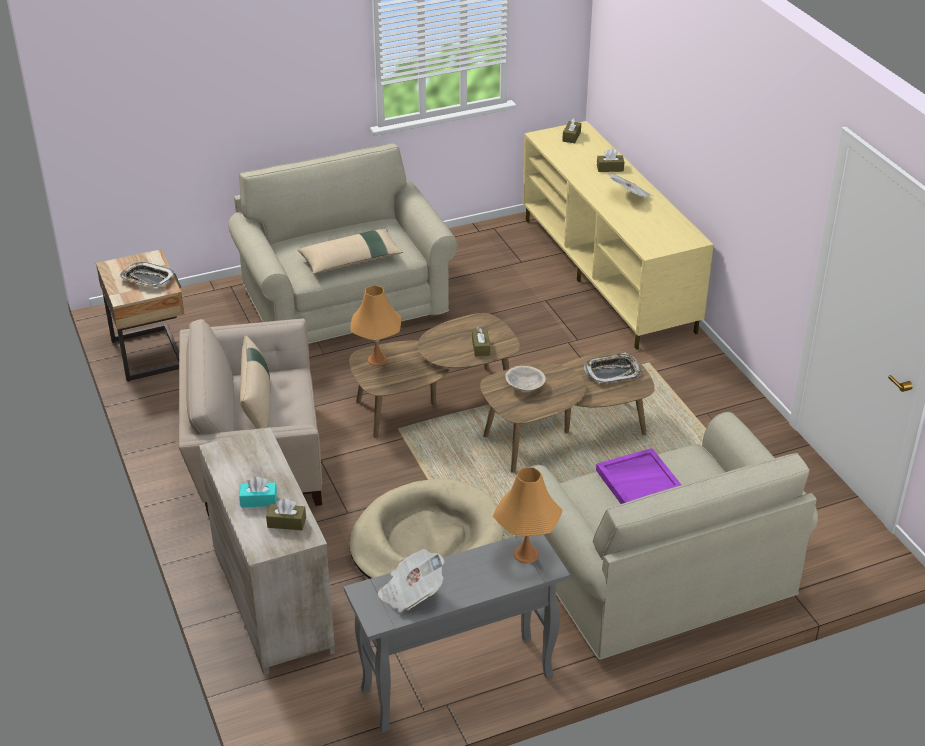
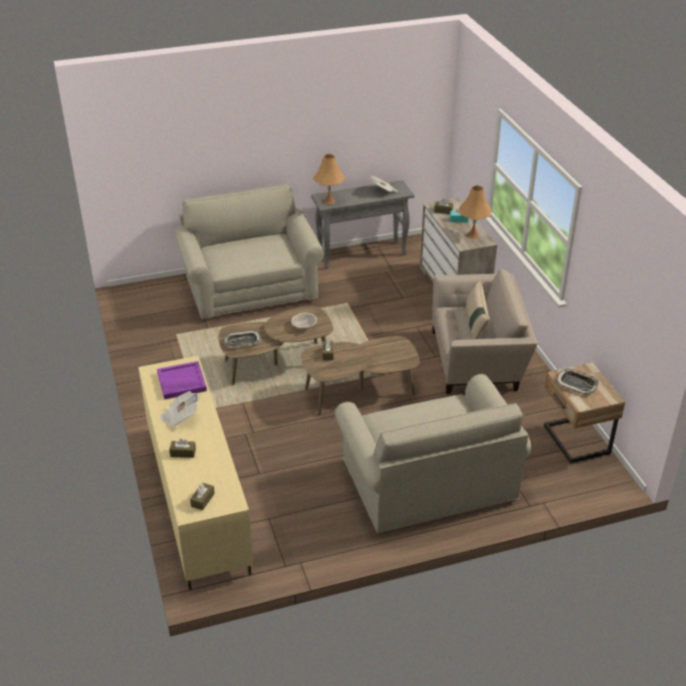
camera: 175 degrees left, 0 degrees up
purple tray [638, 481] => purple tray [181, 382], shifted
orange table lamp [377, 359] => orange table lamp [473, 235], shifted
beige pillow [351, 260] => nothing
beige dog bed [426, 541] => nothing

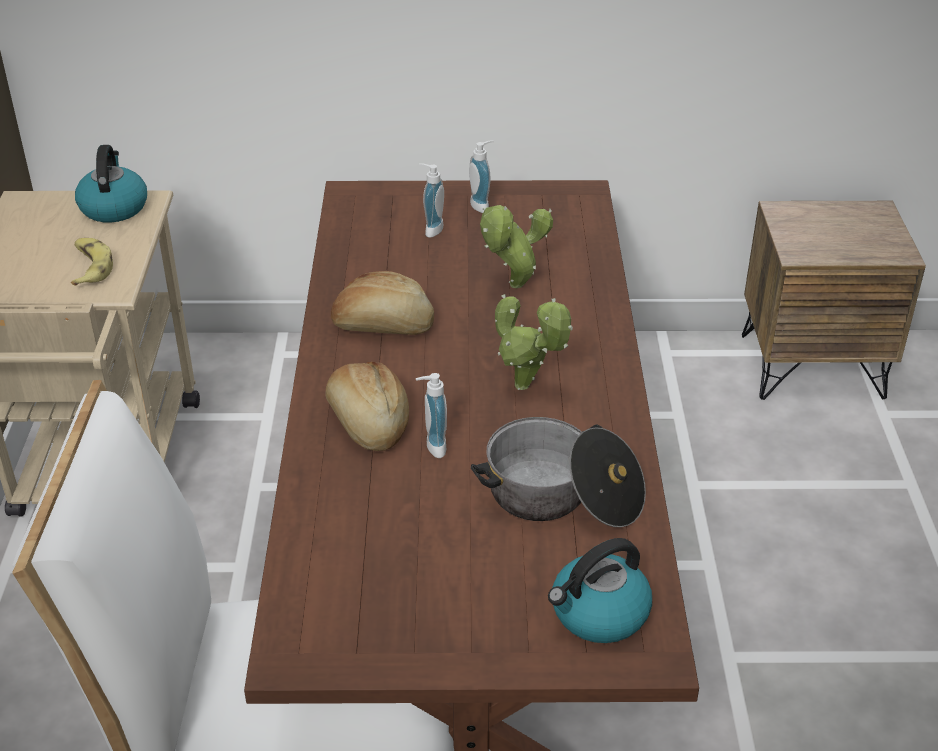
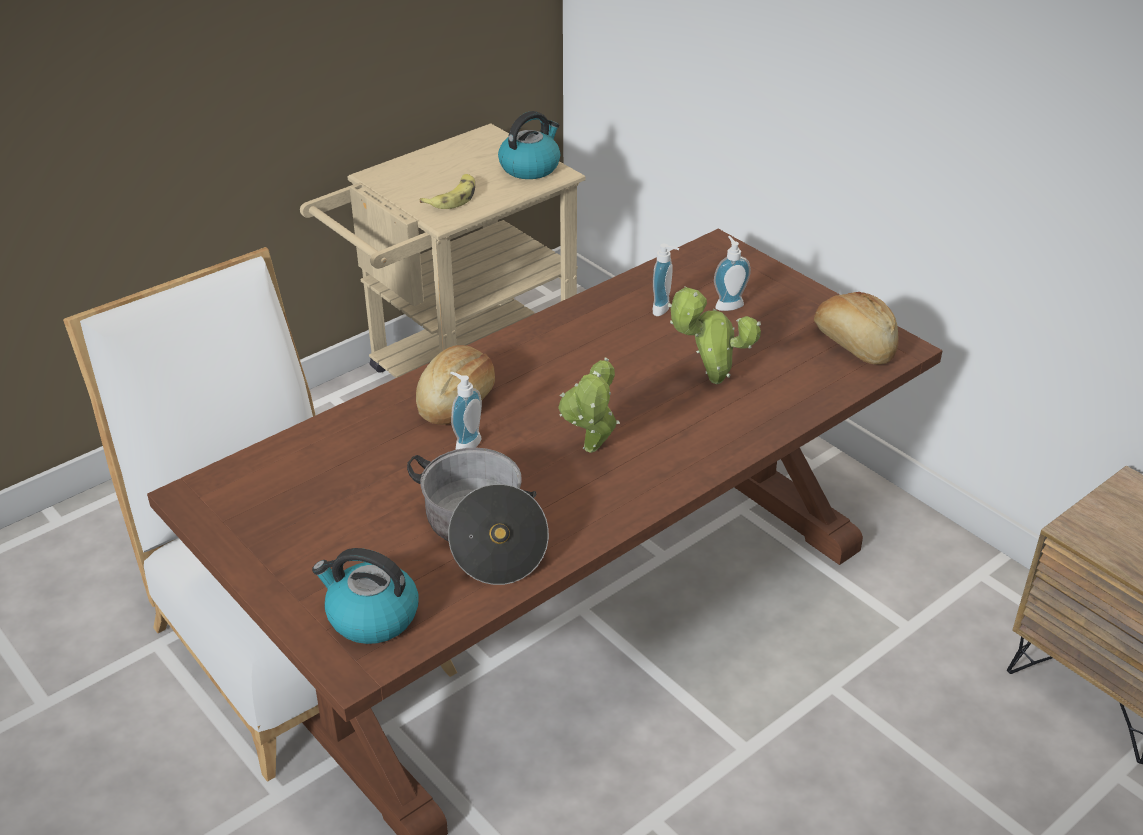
camera: 50 degrees right, 0 degrees up
soap dispenser [482, 206] => soap dispenser [664, 309], shifted
bread [383, 326] => bread [854, 345], shifted

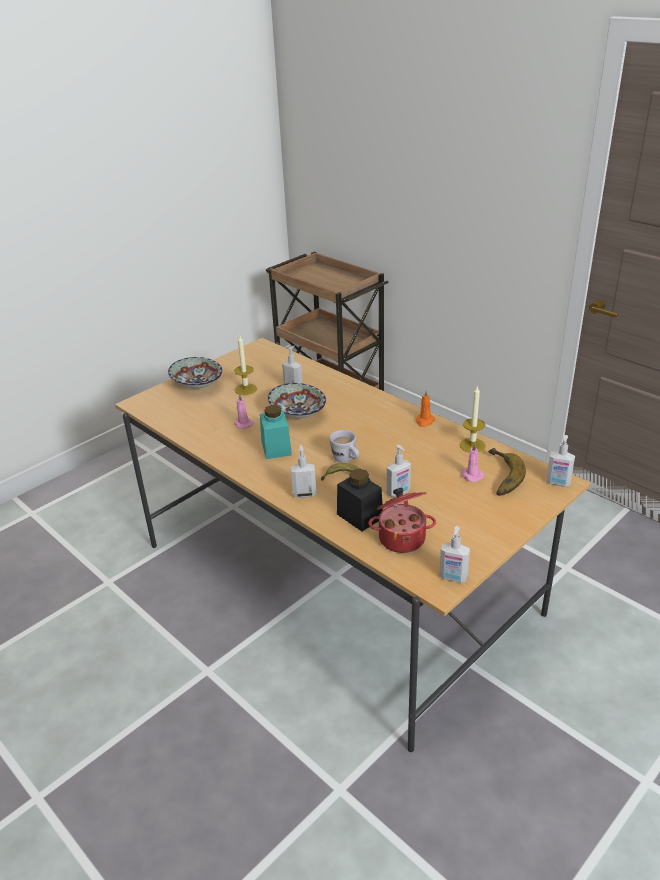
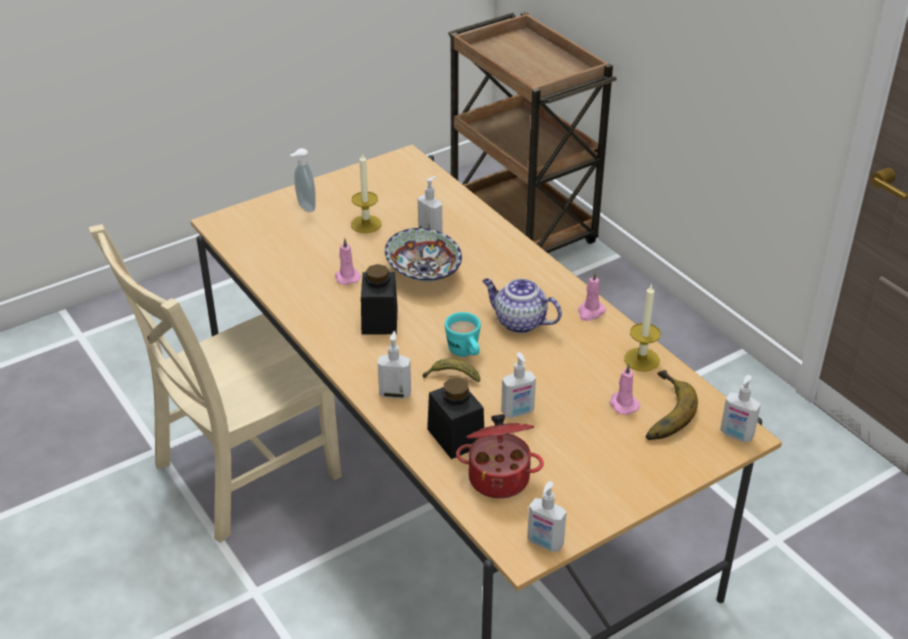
camera: 10 degrees right, 5 degrees up
nothing => beige chair [240, 474]
bowl [198, 385] => soap dispenser [304, 207]
turquoise jar [276, 448] => black jar [379, 320]
white mug [346, 460] => turquoise mug [465, 353]
nothing => teapot [519, 322]
orange candle [424, 421] => pink candle [590, 312]

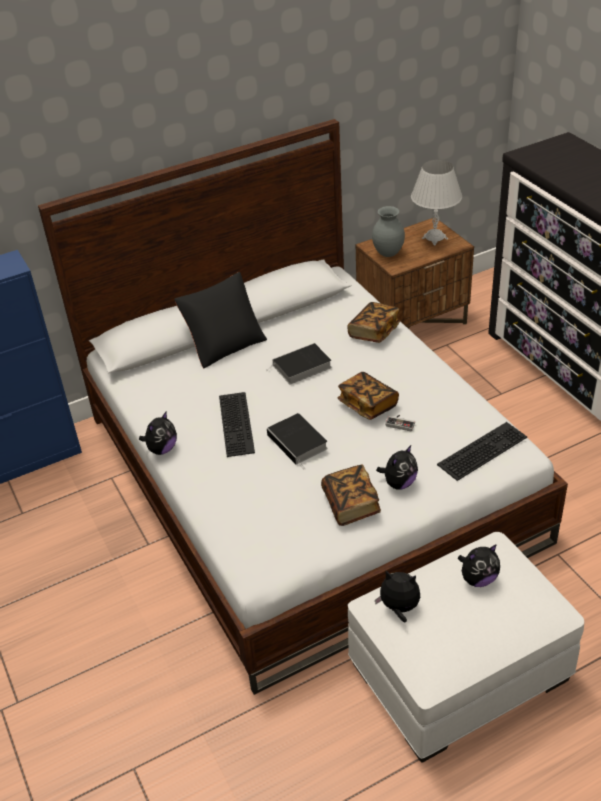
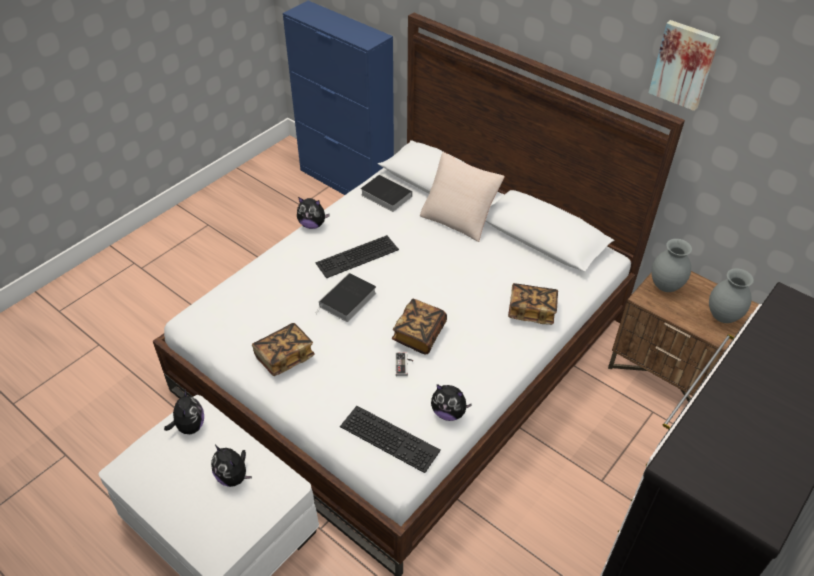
camera: 65 degrees right, 5 degrees up
book [301, 367] => book [384, 195], shifted
black pillow [225, 344] => beige pillow [459, 218]
plush toy [399, 483] => plush toy [448, 413], shifted
nothing => picture [684, 64]
white table lamp [434, 238] => grey vase [722, 317]

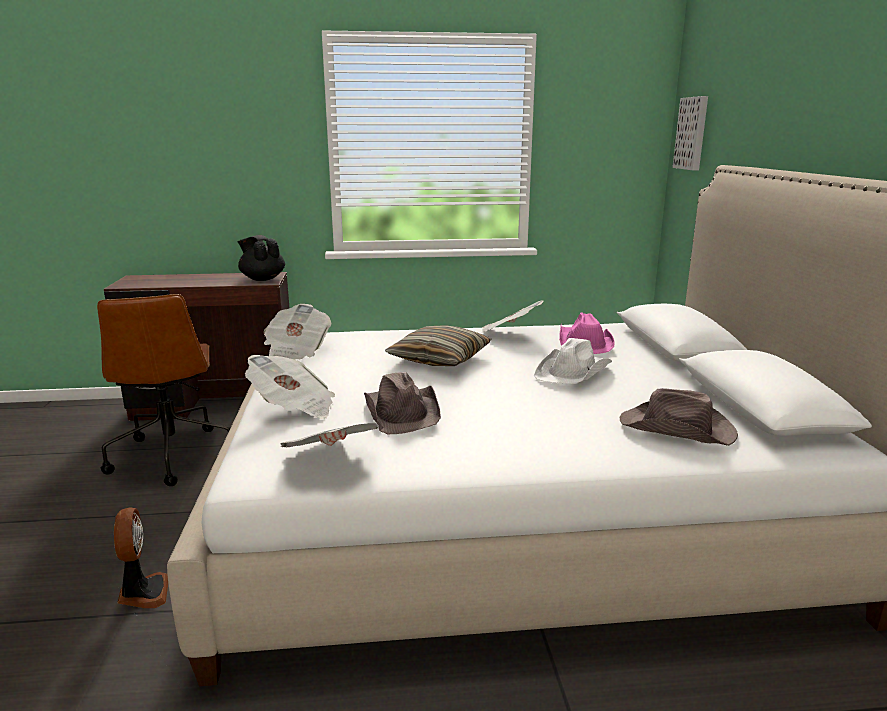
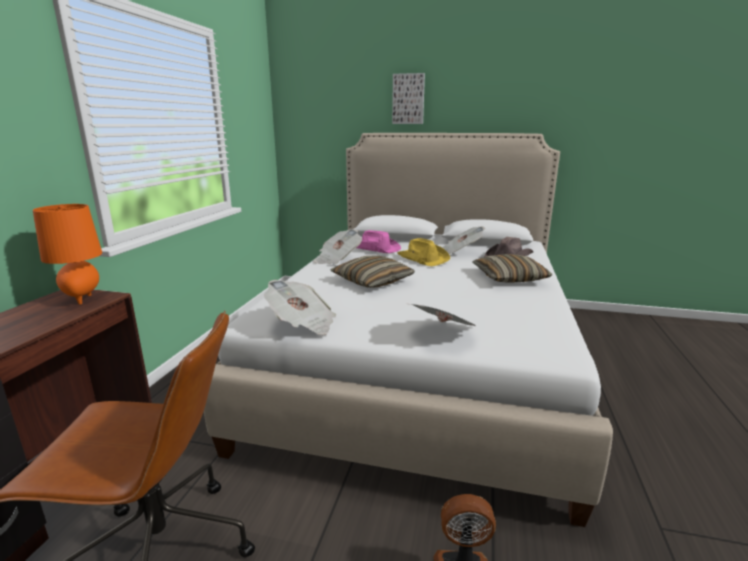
camera: 70 degrees left, 0 degrees up
black teapot [262, 279] => orange table lamp [82, 298]
picture [692, 133] => picture [408, 99], shifted
white hat [573, 372] => yellow hat [422, 258]
newspaper [330, 461] => newspaper [459, 252], shifted
nothing => pillow [509, 278]
brown hat [403, 412] => nothing

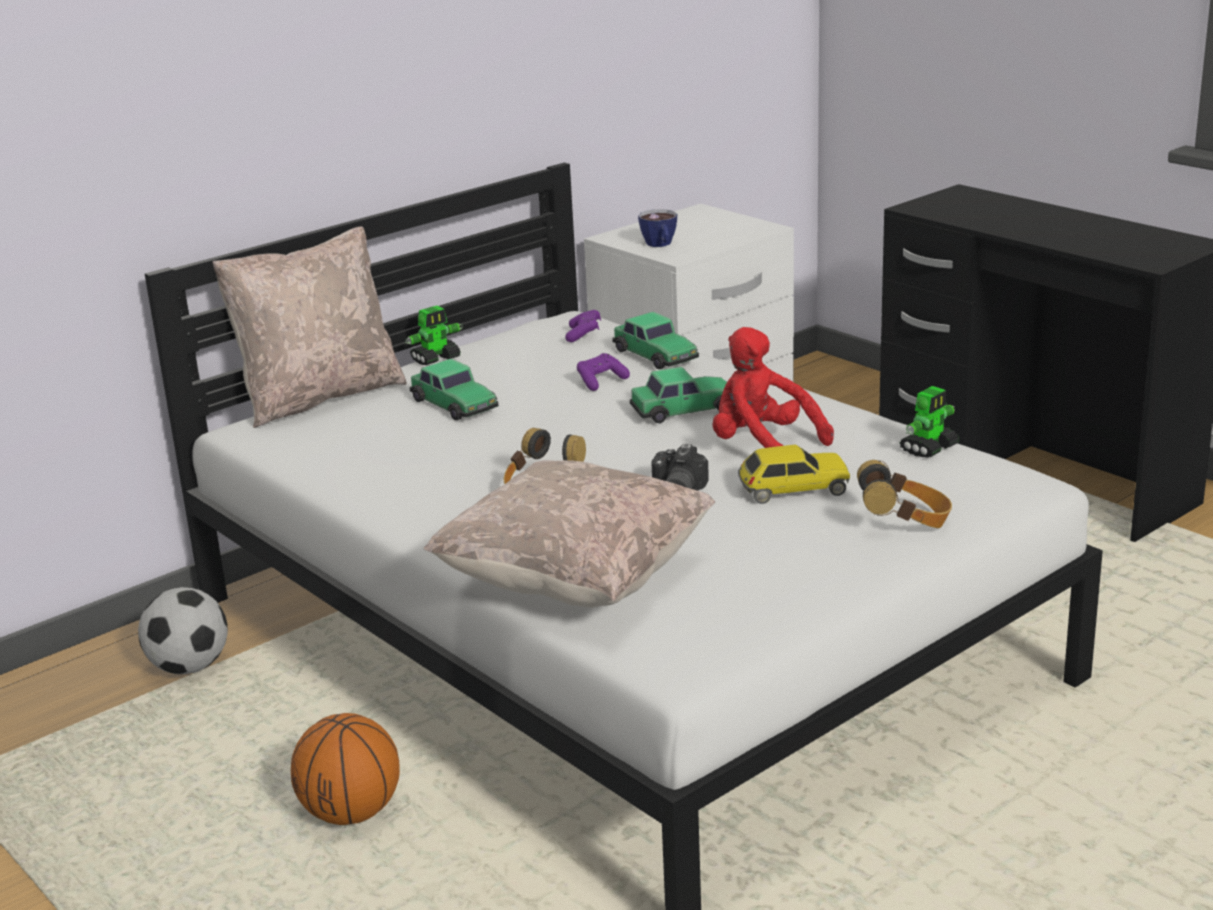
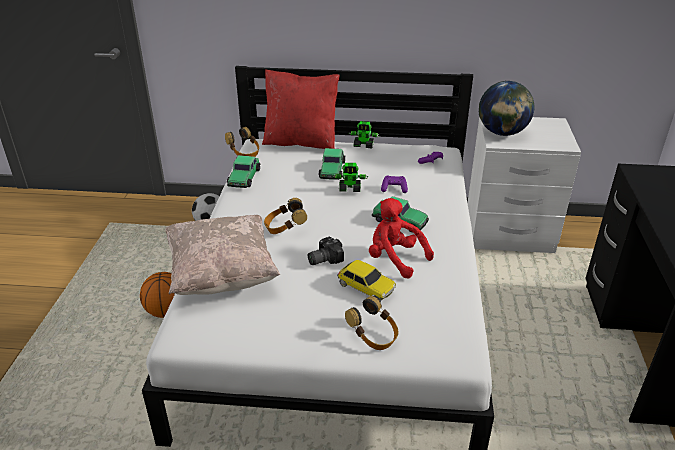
camera: 45 degrees right, 10 degrees up
nothing => headphones [244, 153]
toy car [655, 355] => toy car [244, 177], shifted
beige pillow [319, 397] => red pillow [301, 142]
toy robot [929, 448] => toy robot [350, 189], shifted
red plush toy [762, 447] => red plush toy [395, 259], 45 degrees counterclockwise
cup [660, 245] => globe [502, 133]

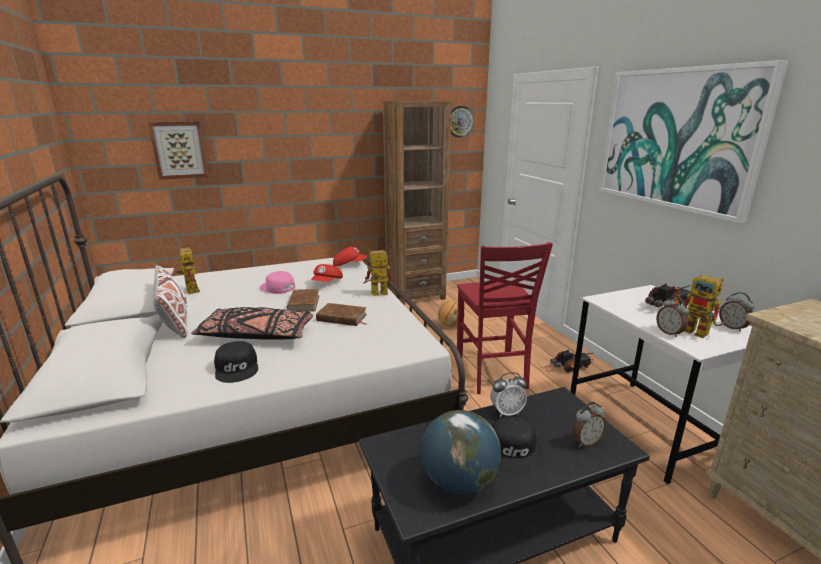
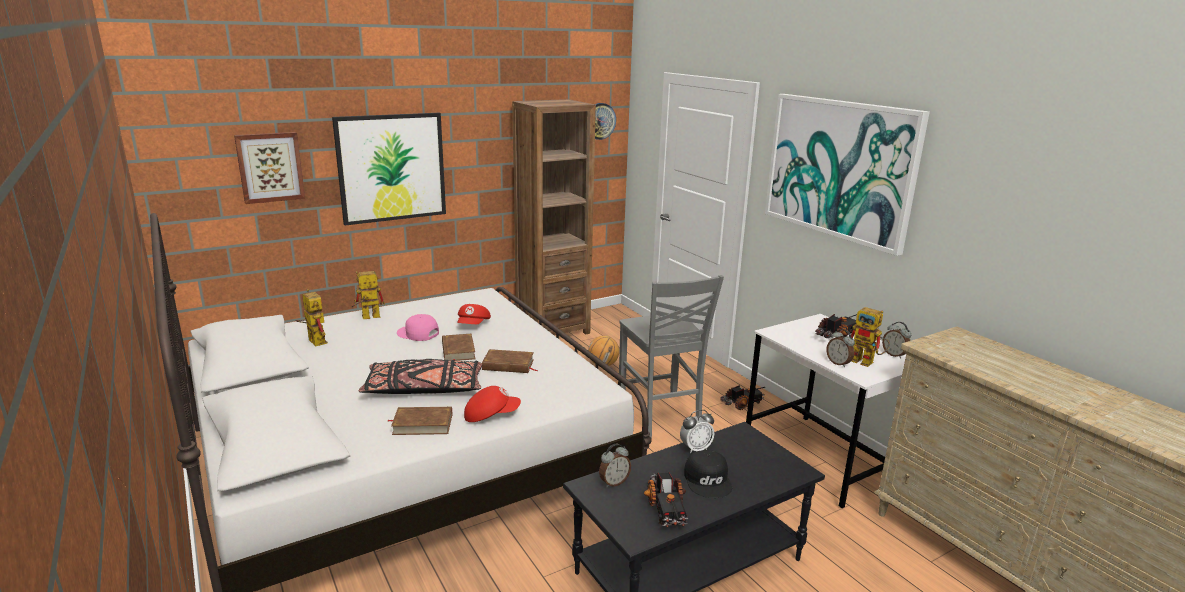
camera: 10 degrees left, 0 degrees up
nothing => picture [391, 167]
toy robot [375, 294] => toy robot [366, 317], shifted
black cap [237, 368] => brown book [422, 424]
red cap [349, 265] => red cap [491, 415], shifted
alarm clock [586, 442] => alarm clock [613, 482], shifted
red chair [492, 374] => grey chair [660, 417]
globe [459, 482] => toy truck [666, 510]
white pillow [174, 320] => nothing

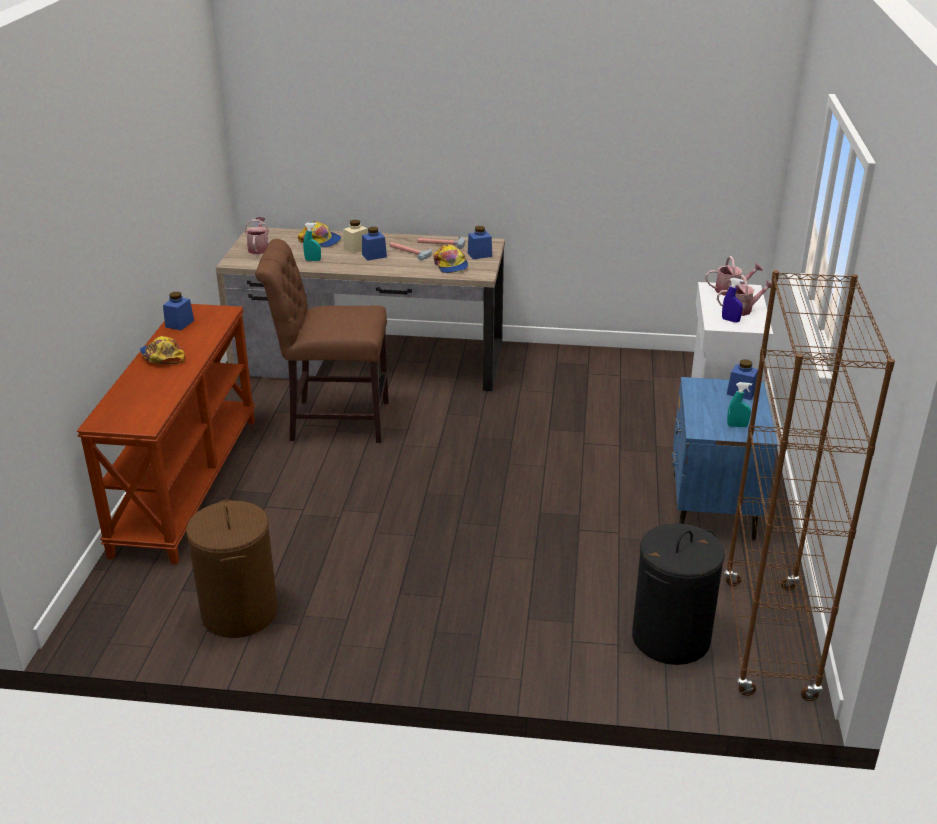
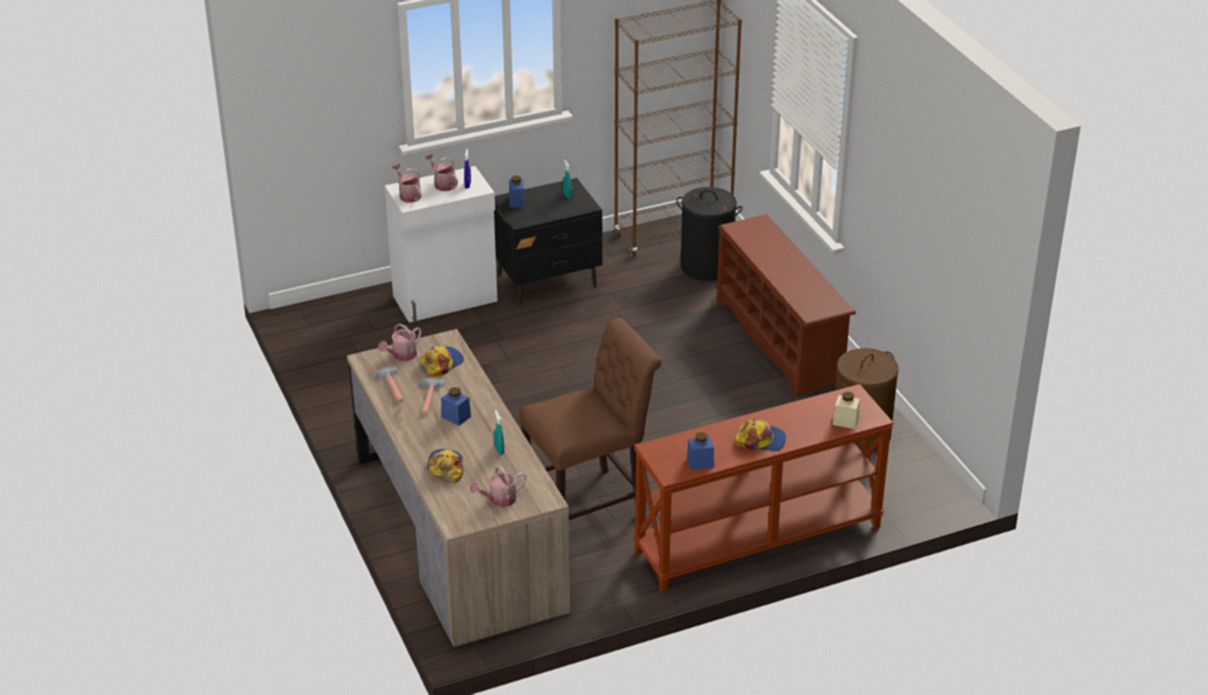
camera: 120 degrees left, 5 degrees up
blue jar [479, 255] => watering can [402, 355]
blue nightstand [712, 507] => black nightstand [548, 281]
brown chair [333, 420] => brown chair [590, 504], 90 degrees counterclockwise
nothing => brown shoe rack [781, 340]
cap [162, 357] => cap [760, 440], 105 degrees counterclockwise
beige jar [356, 248] => beige jar [845, 421], shifted

